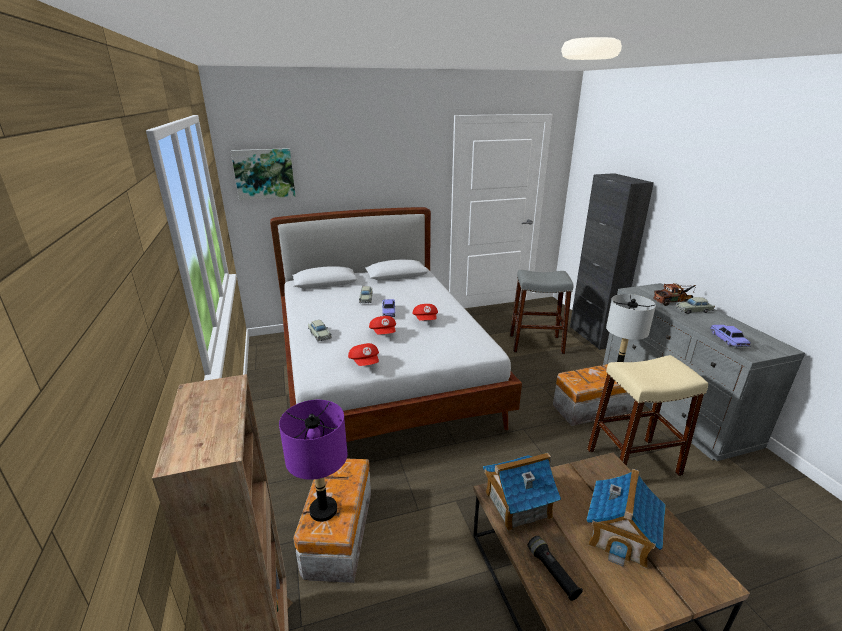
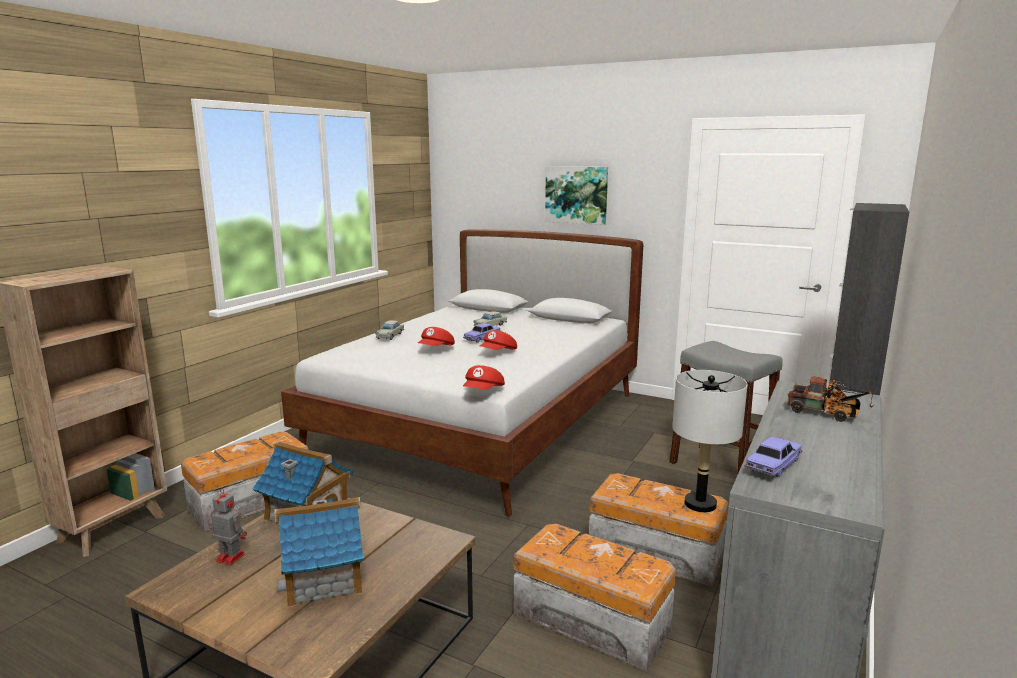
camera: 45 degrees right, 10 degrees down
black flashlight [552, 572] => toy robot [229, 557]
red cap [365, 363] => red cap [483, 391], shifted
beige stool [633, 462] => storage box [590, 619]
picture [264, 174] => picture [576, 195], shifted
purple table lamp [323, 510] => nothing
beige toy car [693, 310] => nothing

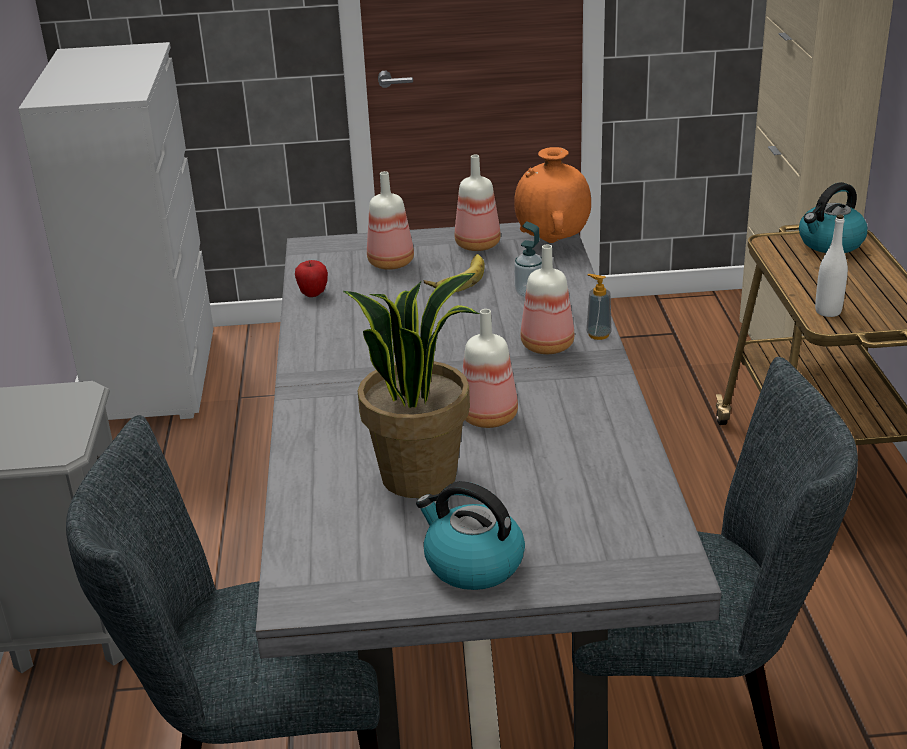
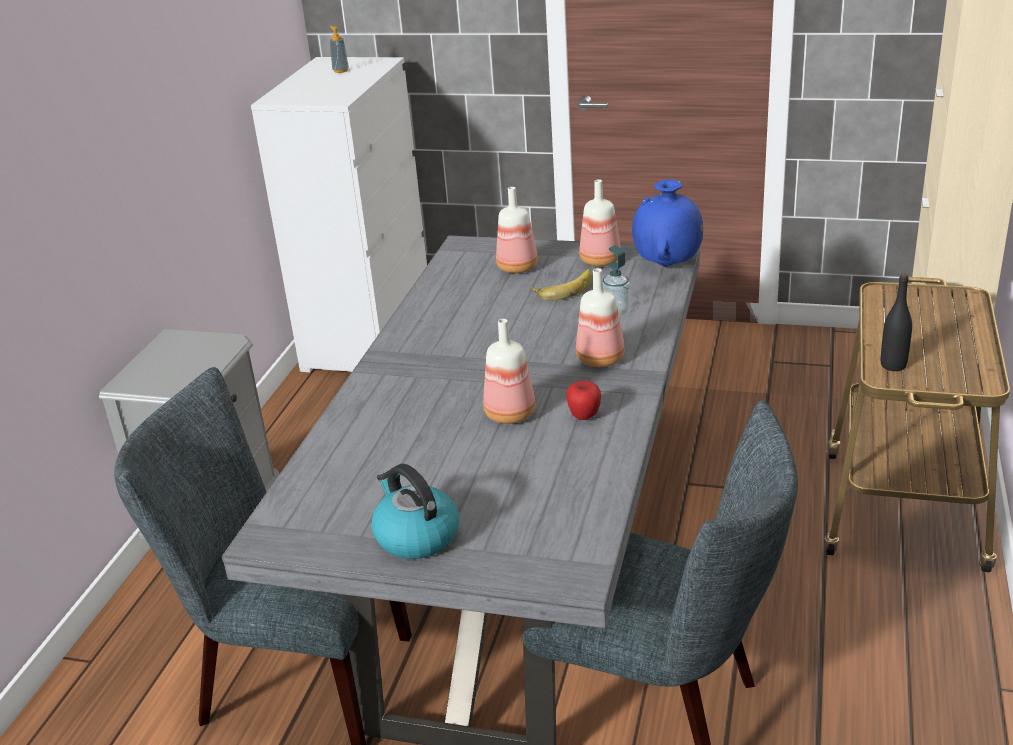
camera: 20 degrees right, 0 degrees up
soap dispenser [598, 335] => soap dispenser [340, 71], shifted
apple [313, 294] => apple [584, 416], shifted
orange vase [552, 241] => blue vase [667, 266]
white bottle [828, 311] => black bottle [893, 365]
potted plant [419, 475] => nothing
kettle [830, 243] => nothing

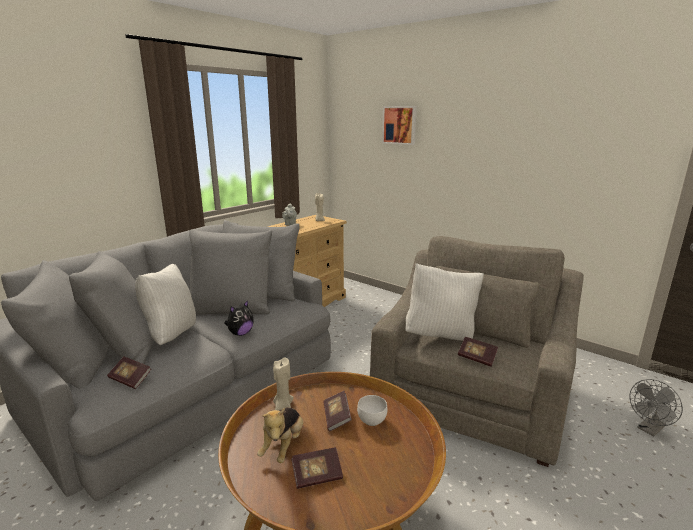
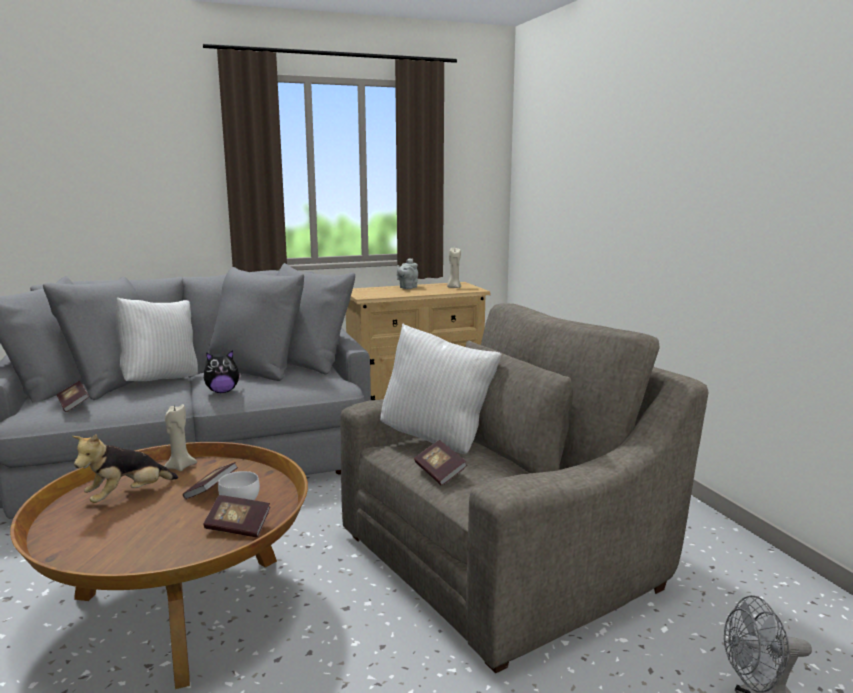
camera: 30 degrees right, 5 degrees down
book [317, 475] => book [238, 527], shifted
picture [400, 125] => nothing

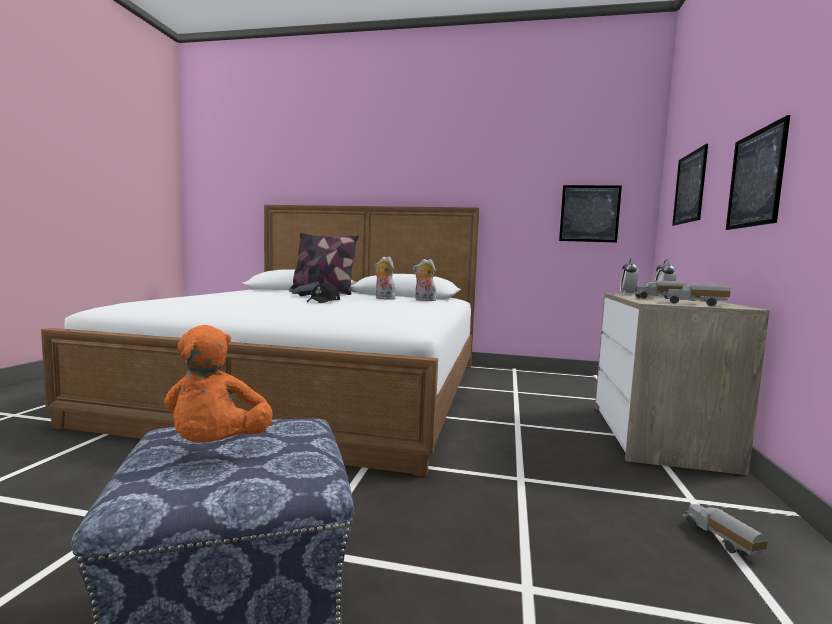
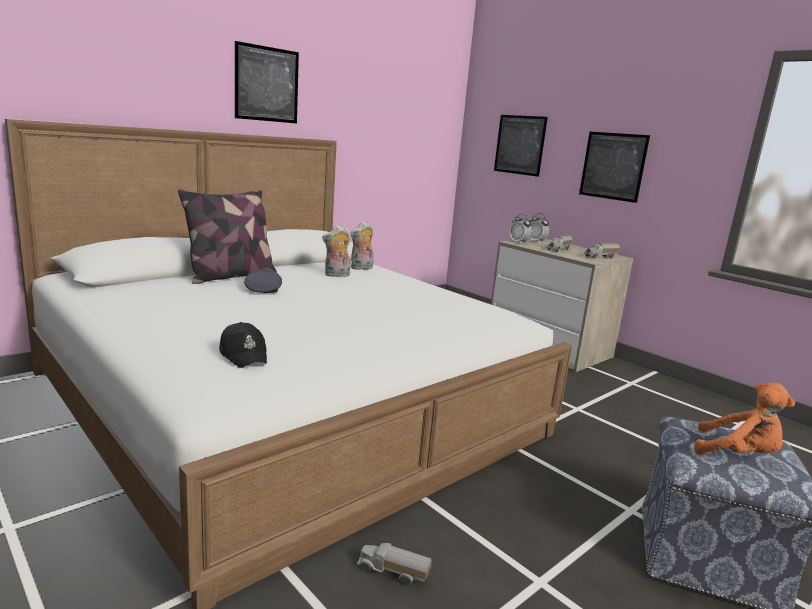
camera: 55 degrees left, 10 degrees up
black cap [324, 301] => black cap [244, 354], shifted
picture [589, 213] => picture [267, 84], shifted
toy truck [720, 540] => toy truck [393, 573], shifted

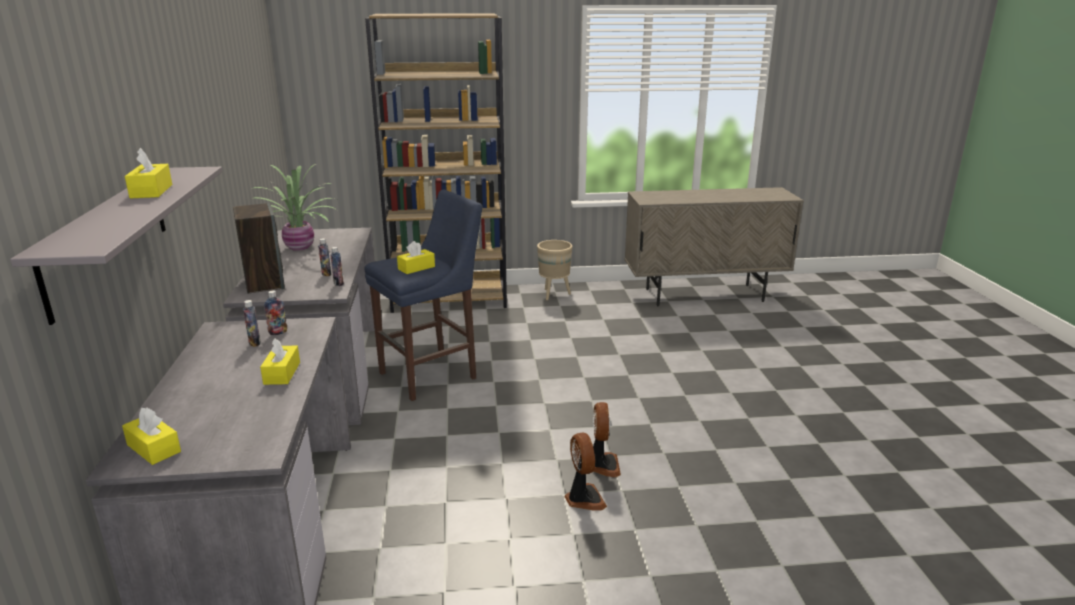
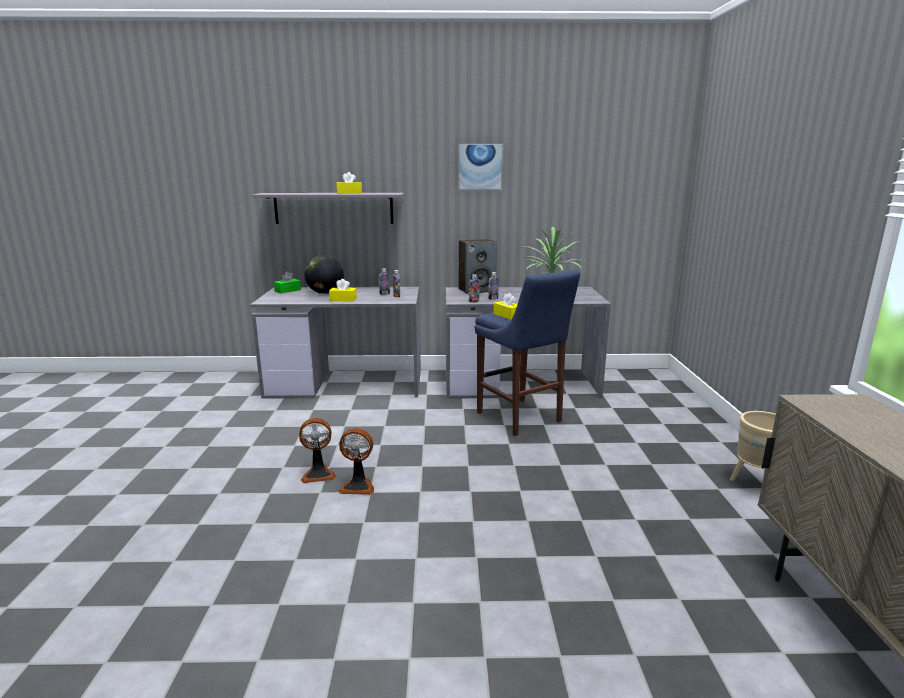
camera: 95 degrees right, 5 degrees down
yellow tissue box [154, 448] => green tissue box [287, 290]
nothing => globe [325, 293]
nothing => picture [480, 167]
brown bookcase [450, 298] => nothing

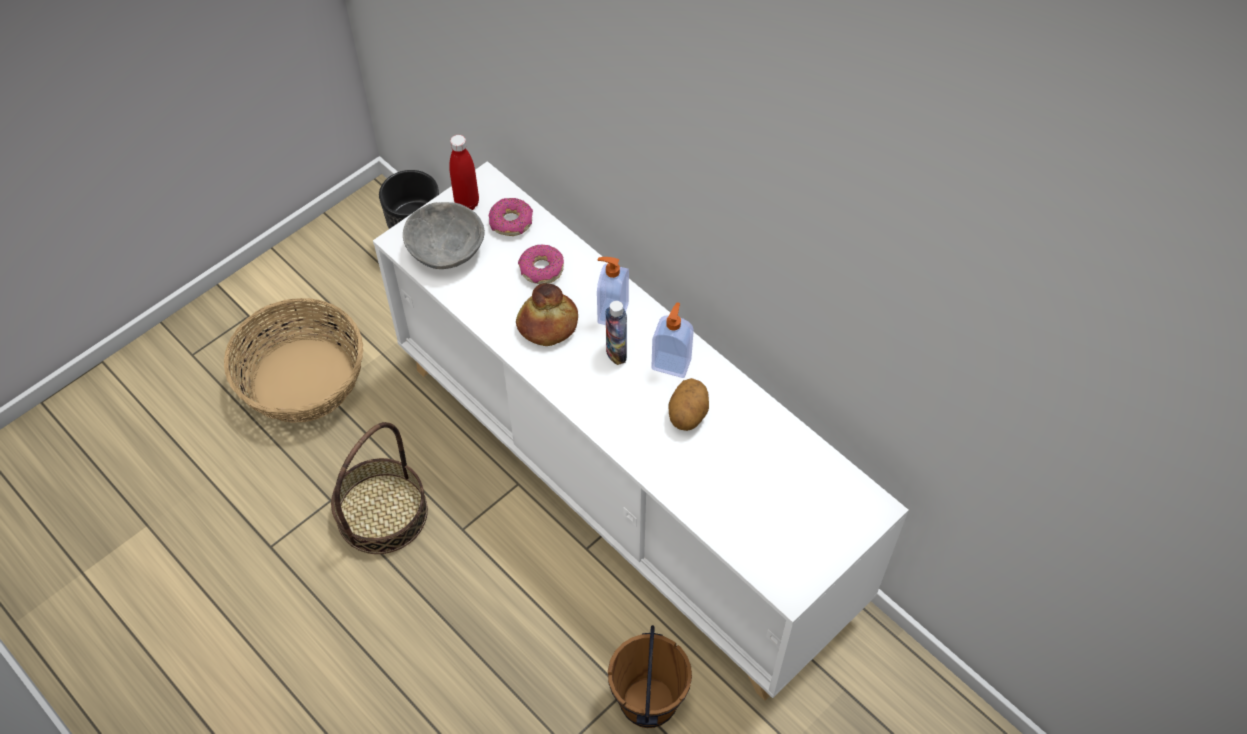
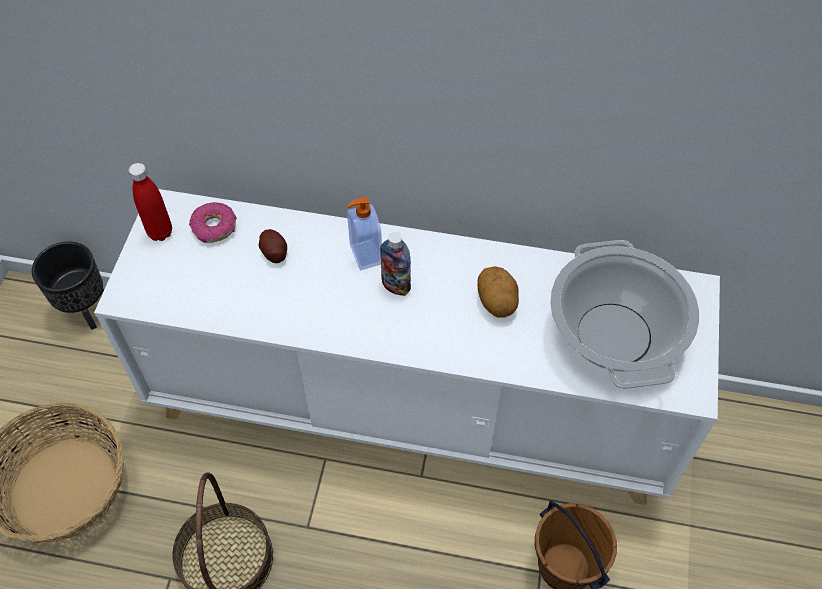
camera: 35 degrees left, 0 degrees up
donut [541, 269] => potato [274, 252]
nothing => cooking pot [614, 336]
grey bowl [445, 250] => nothing
bread [547, 324] => nothing
soap dispenser [671, 363] => nothing

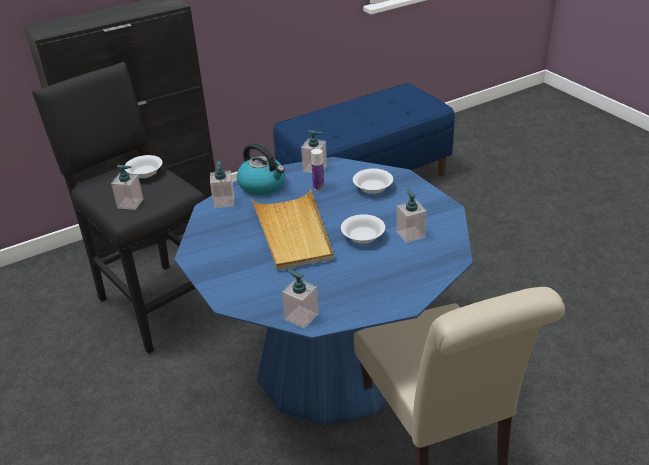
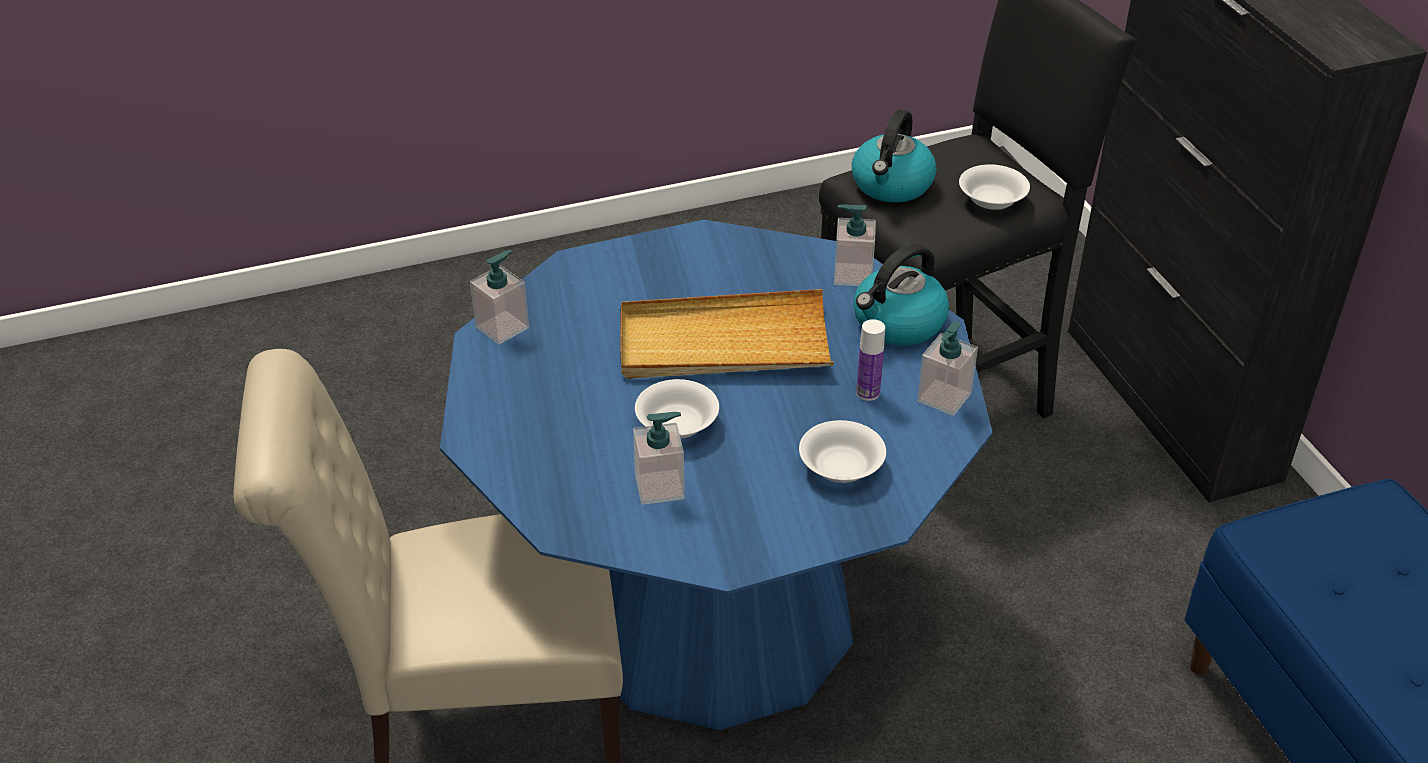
camera: 100 degrees right, 5 degrees up
soap dispenser [130, 203] => kettle [892, 185]

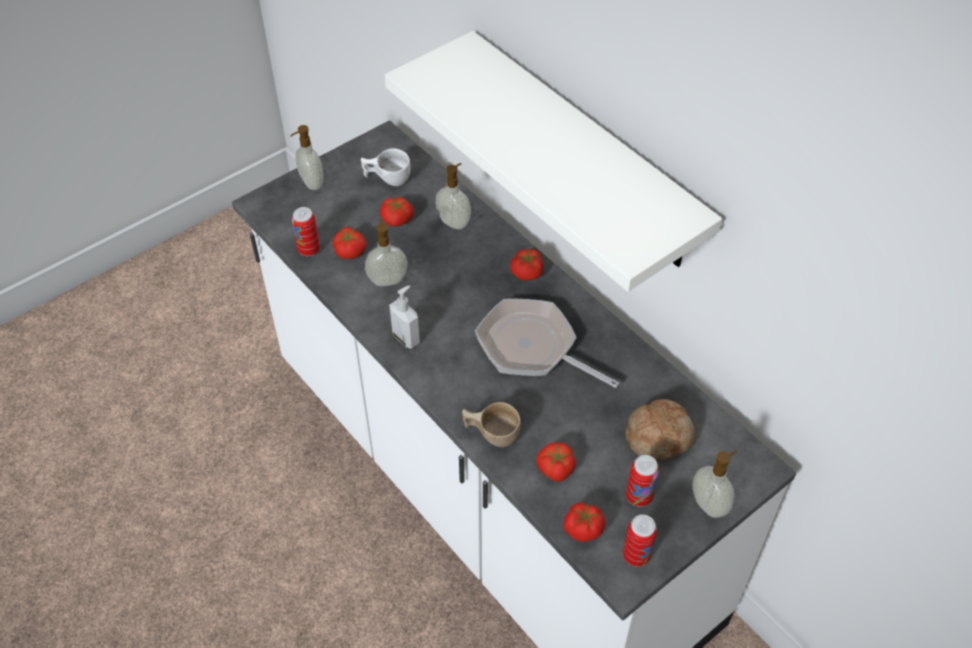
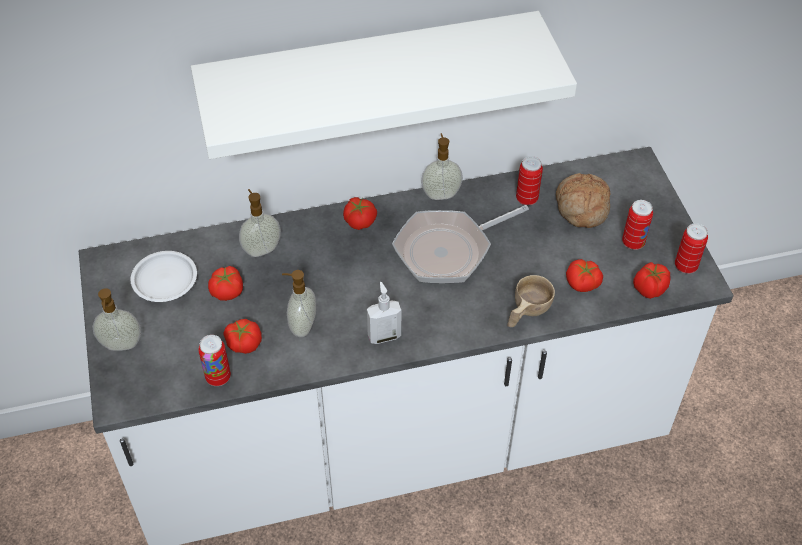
camera: 65 degrees left, 0 degrees up
white cup [387, 178] => white plate [164, 280]
soap dispenser [709, 504] => soap dispenser [441, 194], shifted
nothing => can [526, 199]

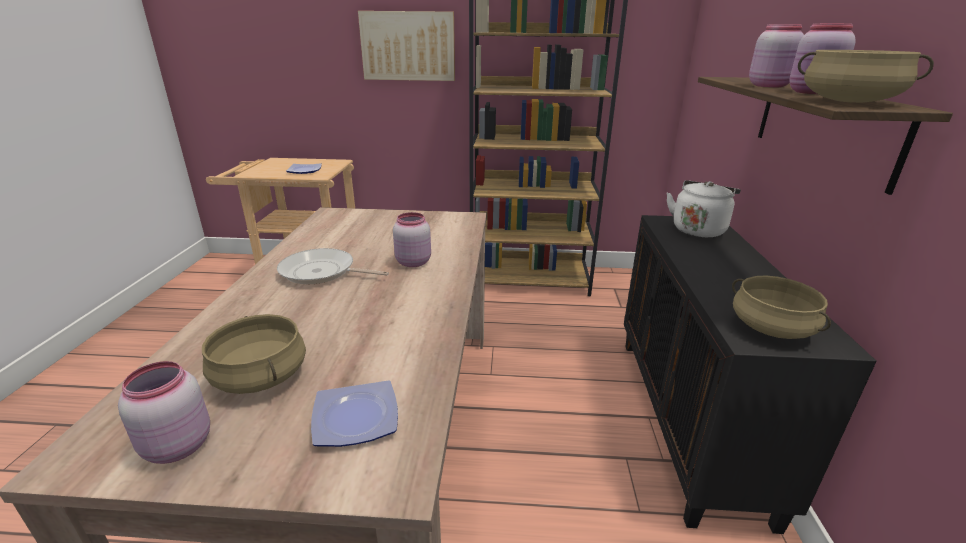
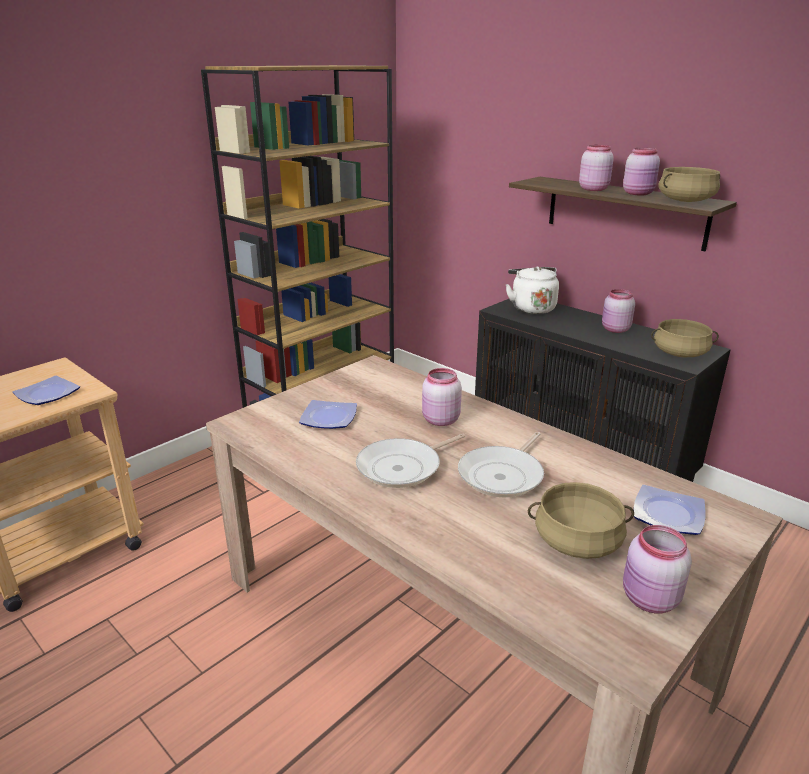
camera: 50 degrees left, 0 degrees up
nothing => plate [329, 418]
nothing => frying pan [503, 475]
nothing => pink jar [614, 329]
picture [408, 46] => nothing

